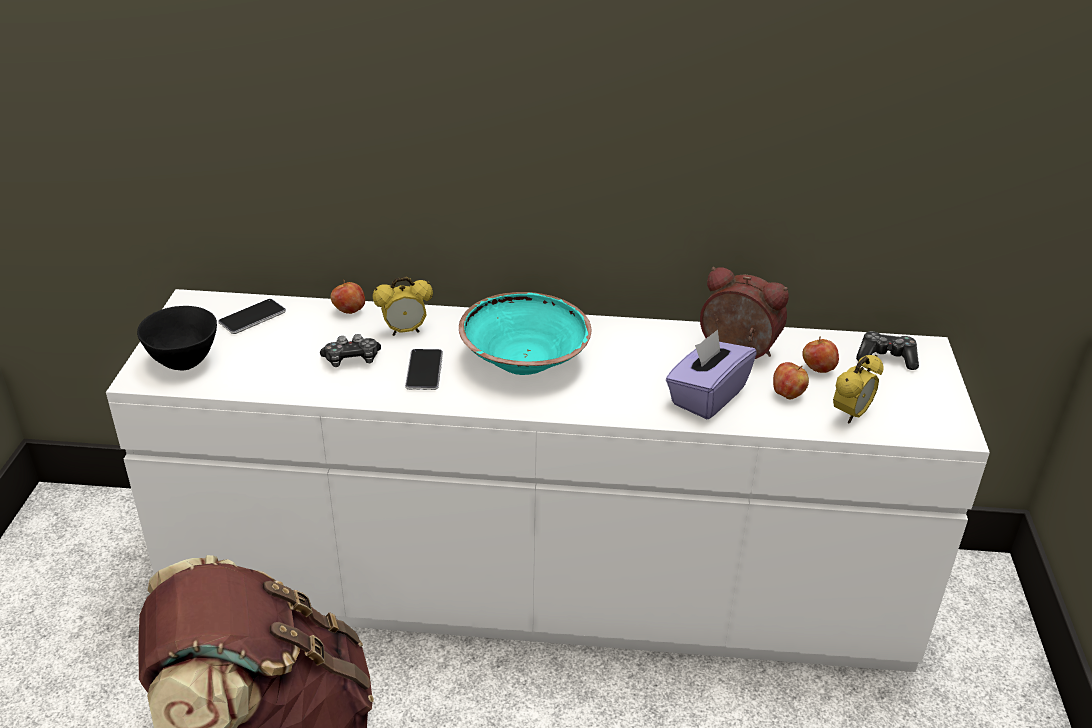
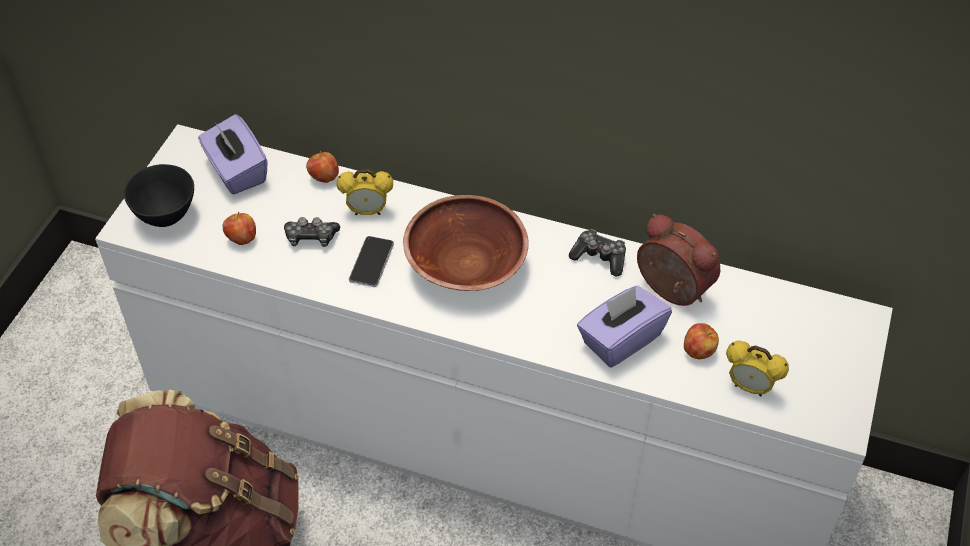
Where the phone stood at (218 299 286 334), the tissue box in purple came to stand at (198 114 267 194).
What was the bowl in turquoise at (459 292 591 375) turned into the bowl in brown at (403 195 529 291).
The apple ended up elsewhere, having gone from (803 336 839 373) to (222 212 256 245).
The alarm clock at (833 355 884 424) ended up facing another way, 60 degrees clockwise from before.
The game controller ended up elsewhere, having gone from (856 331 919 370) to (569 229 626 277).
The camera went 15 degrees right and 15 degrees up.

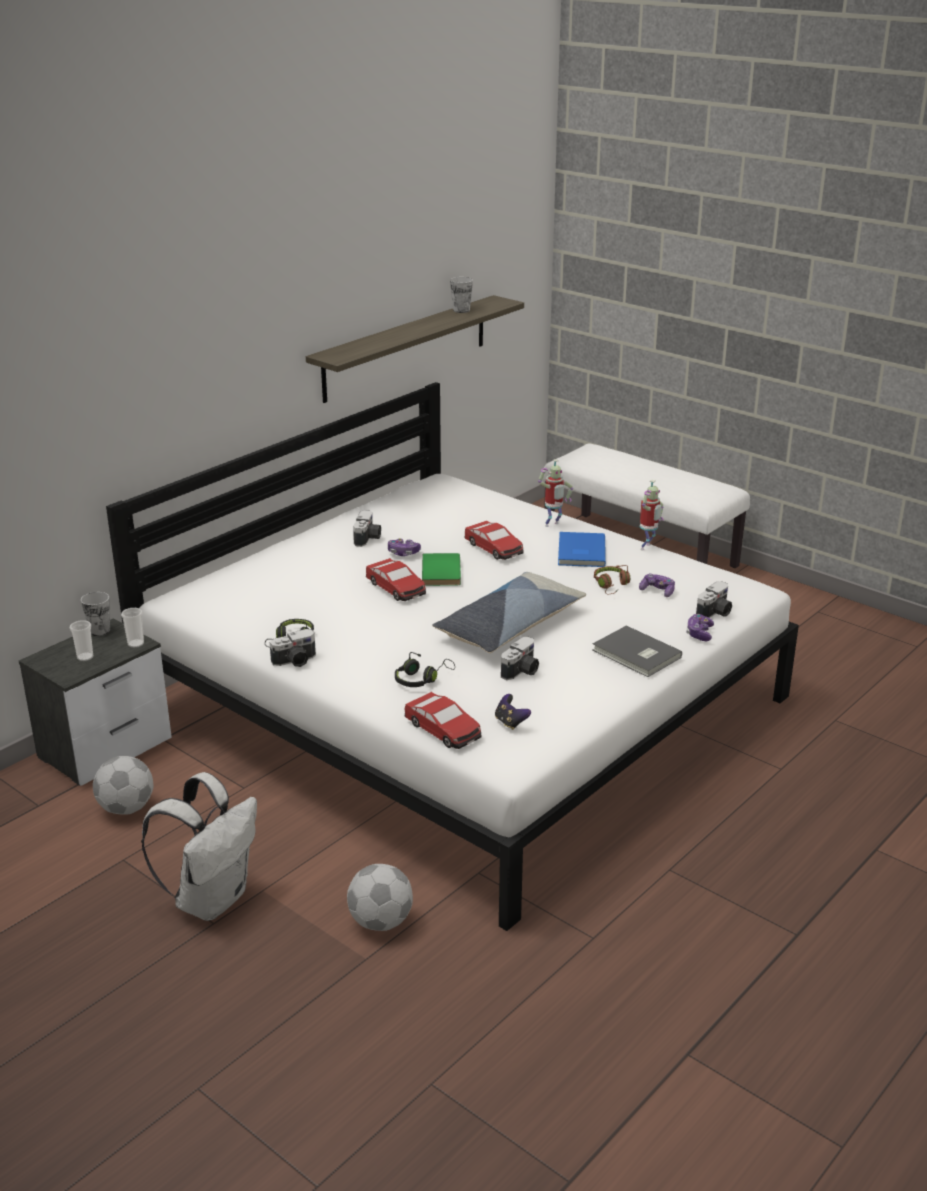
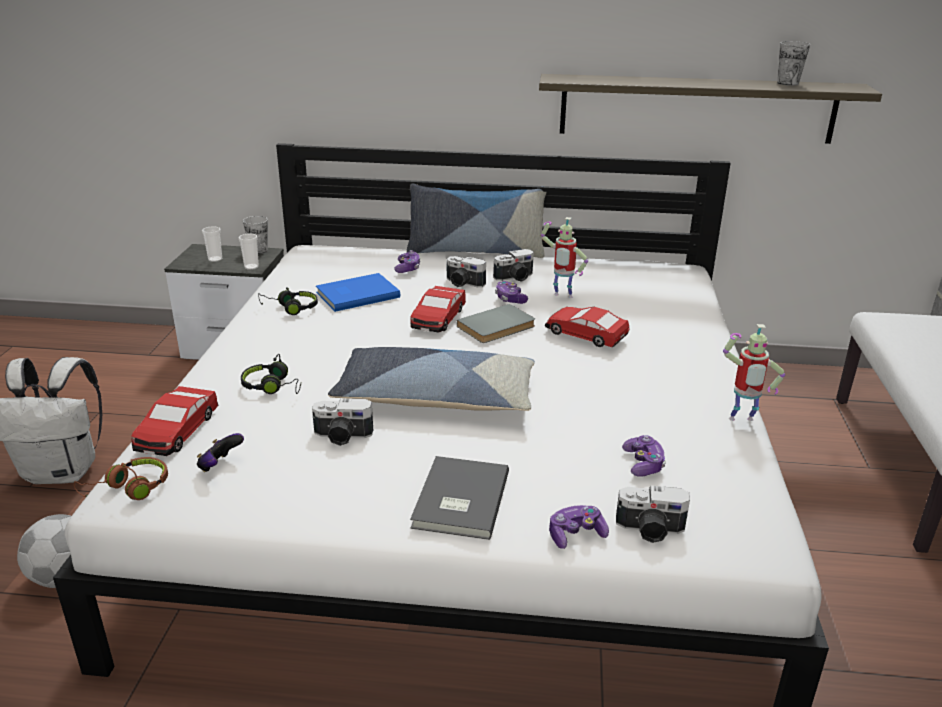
The second view lost the football at (93 756 154 815).
The photo camera ended up elsewhere, having gone from (270 629 316 667) to (446 256 486 287).
What was the book in green at (422 553 461 586) turned into the book in grey at (457 304 535 343).
The toy car at (464 521 523 560) ended up facing another way, 105 degrees clockwise from before.
The toy robot ended up elsewhere, having gone from (538 459 573 527) to (541 217 588 298).
The book in blue ended up elsewhere, having gone from (558 532 606 567) to (316 273 400 312).
The headphones in brown ended up elsewhere, having gone from (594 565 630 594) to (74 457 168 500).
The second view gained the game controller at (394 250 420 273).
The second view gained the pillow at (407 184 546 258).
The camera went 55 degrees right and 0 degrees up.

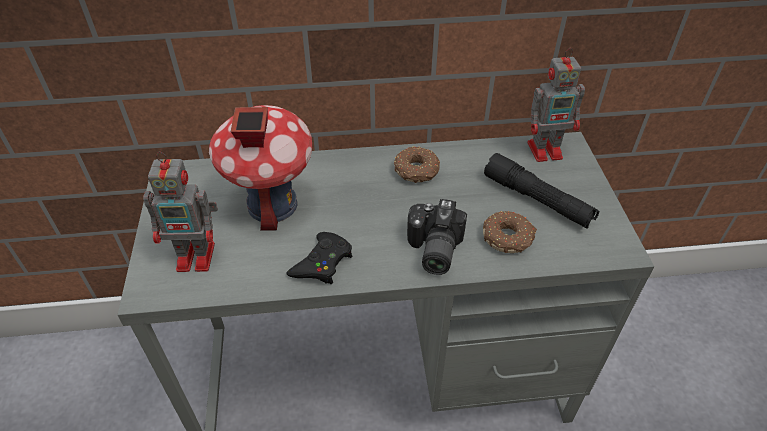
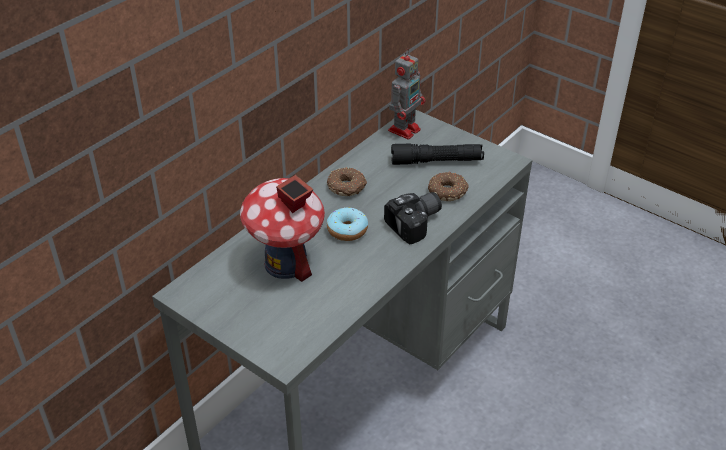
The second view lost the toy robot at (143 151 218 272).
The second view lost the game controller in black at (286 232 352 284).
The photo camera at (407 199 467 275) ended up facing another way, 90 degrees counterclockwise from before.
The second view gained the donut at (327 207 368 241).
The camera went 45 degrees left and 5 degrees down.

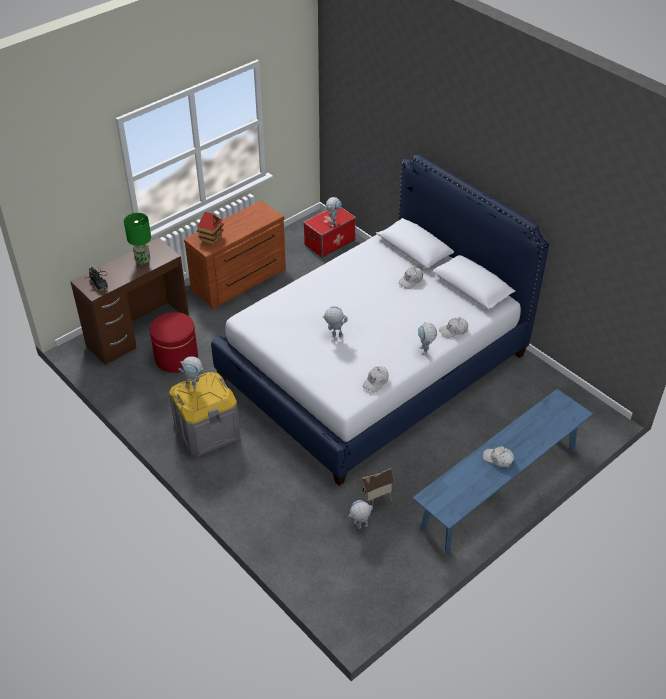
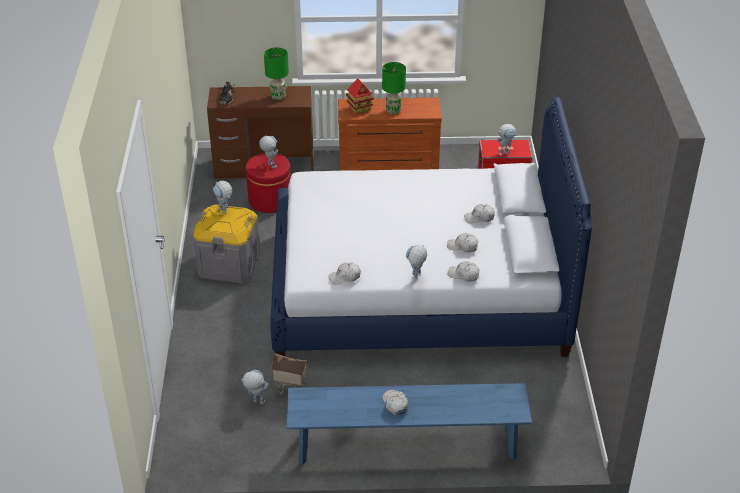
The toy robot ended up elsewhere, having gone from (322 306 348 337) to (259 136 278 168).
The second view gained the table lamp in green at (382 62 406 114).
The second view gained the cap in white at (447 233 478 252).
The camera went 40 degrees right and 5 degrees down.

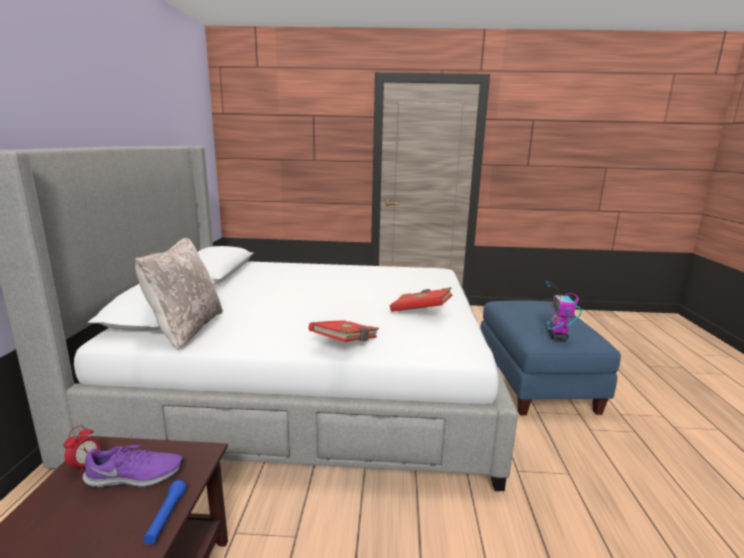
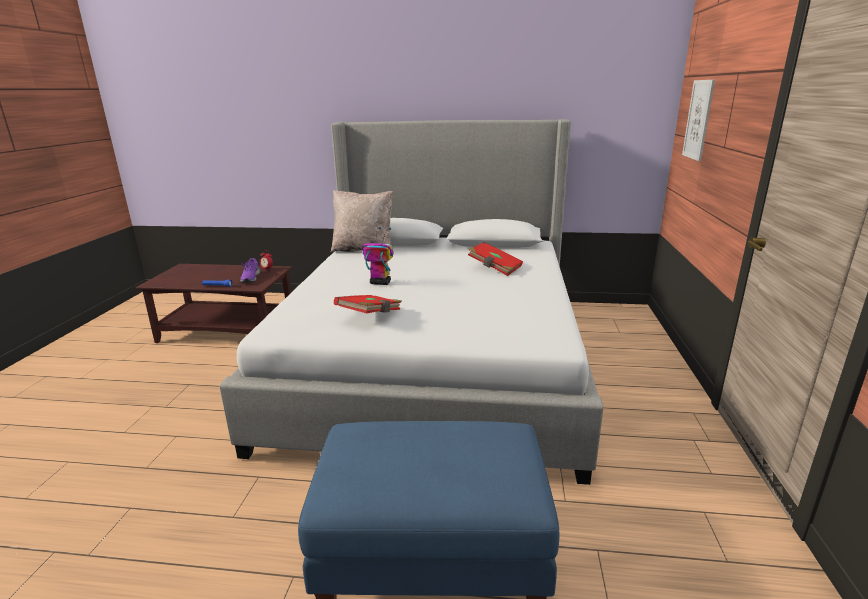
The book in red ended up elsewhere, having gone from (309 320 379 342) to (468 242 523 276).
The toy robot ended up elsewhere, having gone from (545 281 582 340) to (363 227 394 285).
The second view gained the picture at (682 80 715 161).
The camera went 95 degrees right and 5 degrees up.

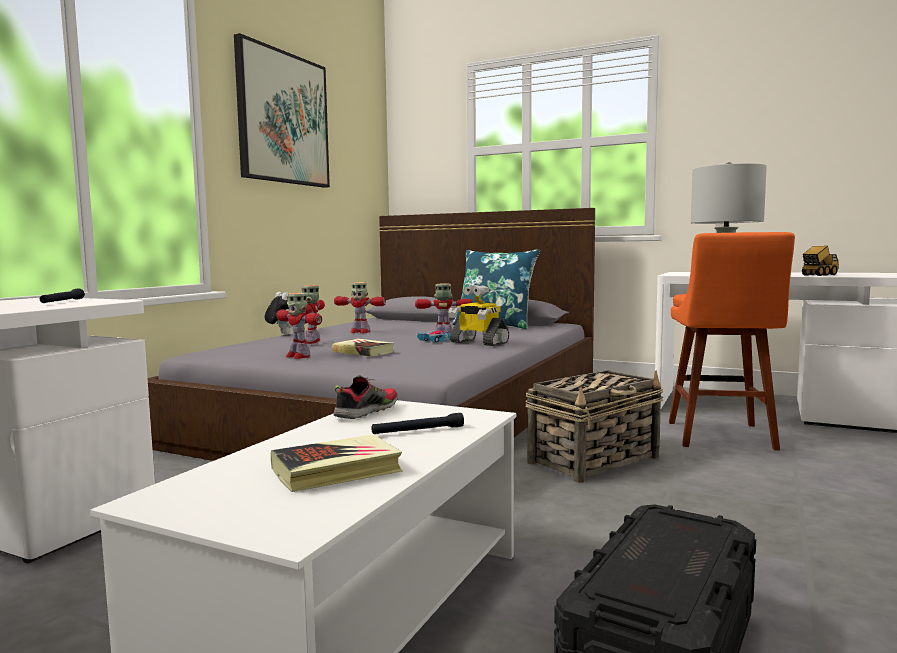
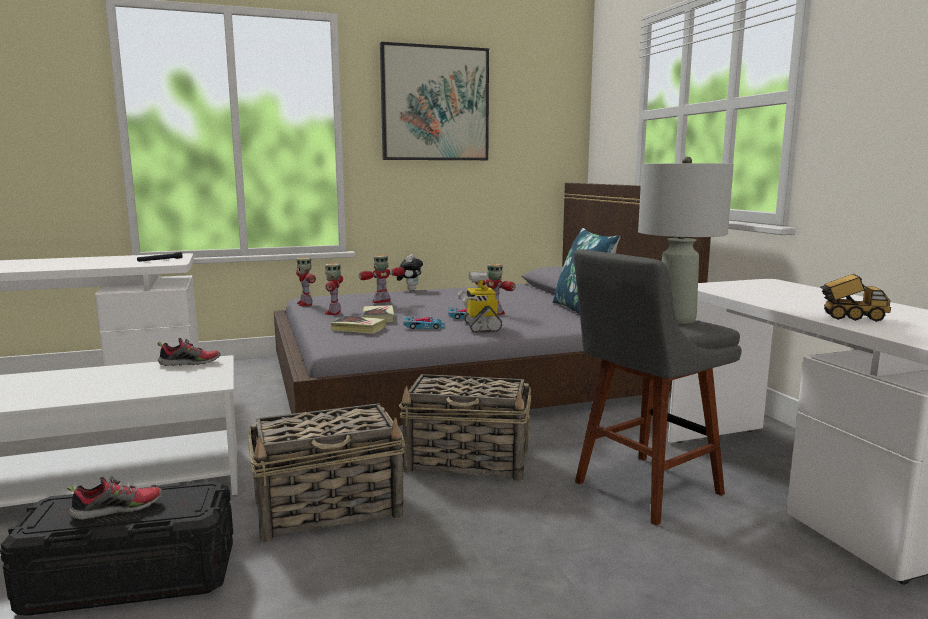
The book ended up elsewhere, having gone from (271 435 403 492) to (330 316 387 334).
The toy robot ended up elsewhere, having gone from (334 282 386 333) to (296 257 316 306).
The second view lost the flashlight in black at (371 413 464 434).
What was the stool in orange at (669 232 795 451) turned into the stool in grey at (574 249 742 526).
The second view gained the shoe at (67 476 163 520).
The second view gained the basket at (248 403 407 542).
The second view gained the toy car at (403 316 445 329).
The camera went 45 degrees right and 5 degrees up.

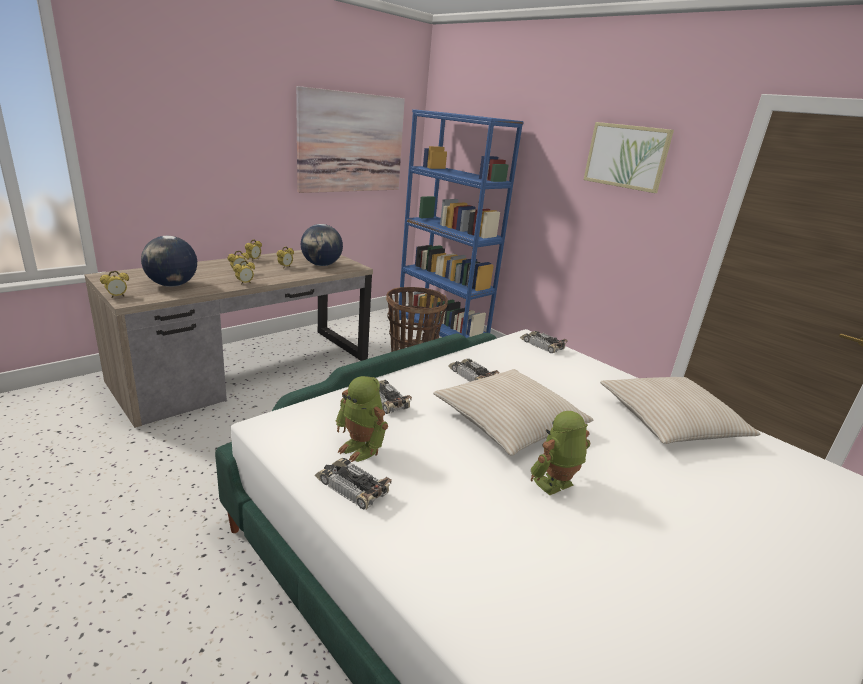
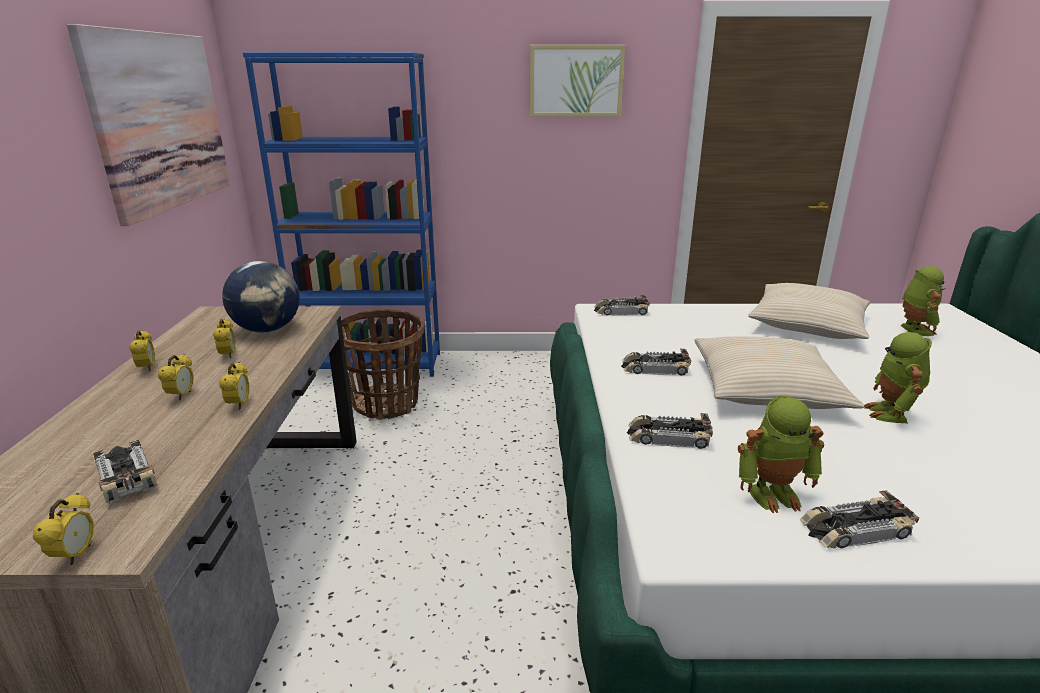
Where the globe stood at (141 236 197 287), the toy car came to stand at (93 439 157 503).
The second view gained the toy robot at (900 266 946 336).
The camera went 45 degrees left and 0 degrees up.

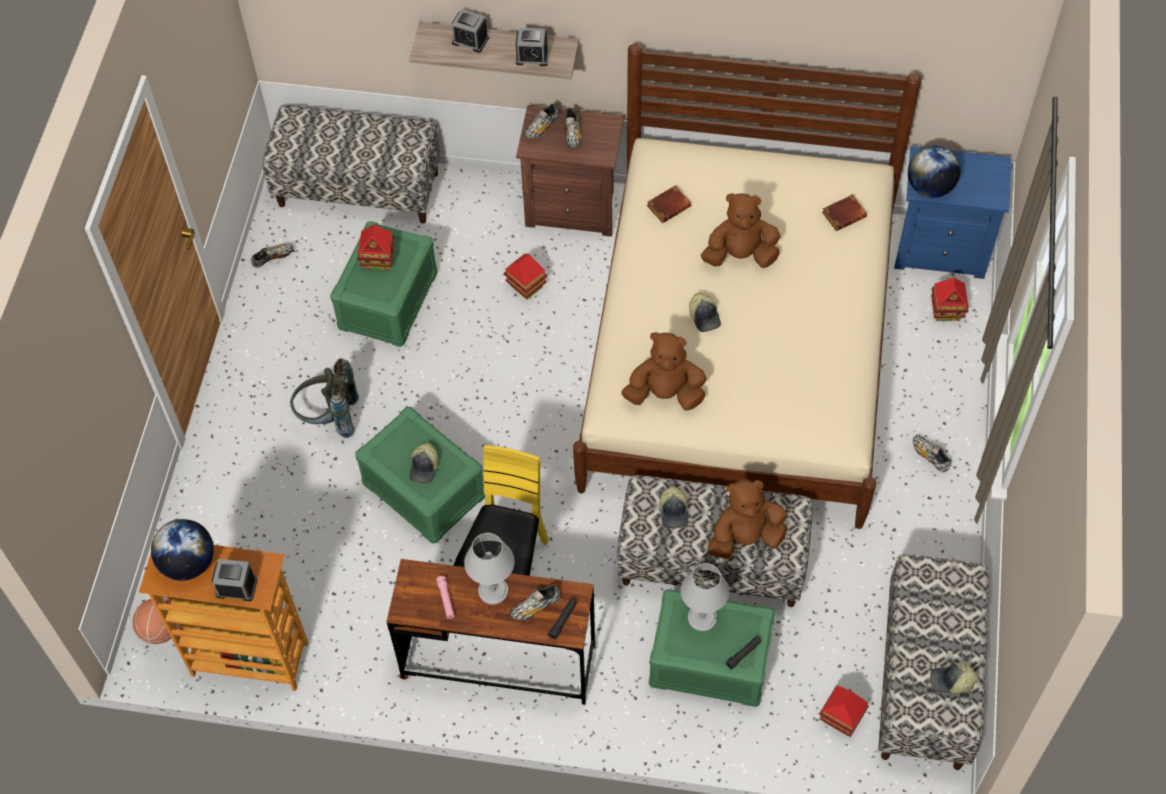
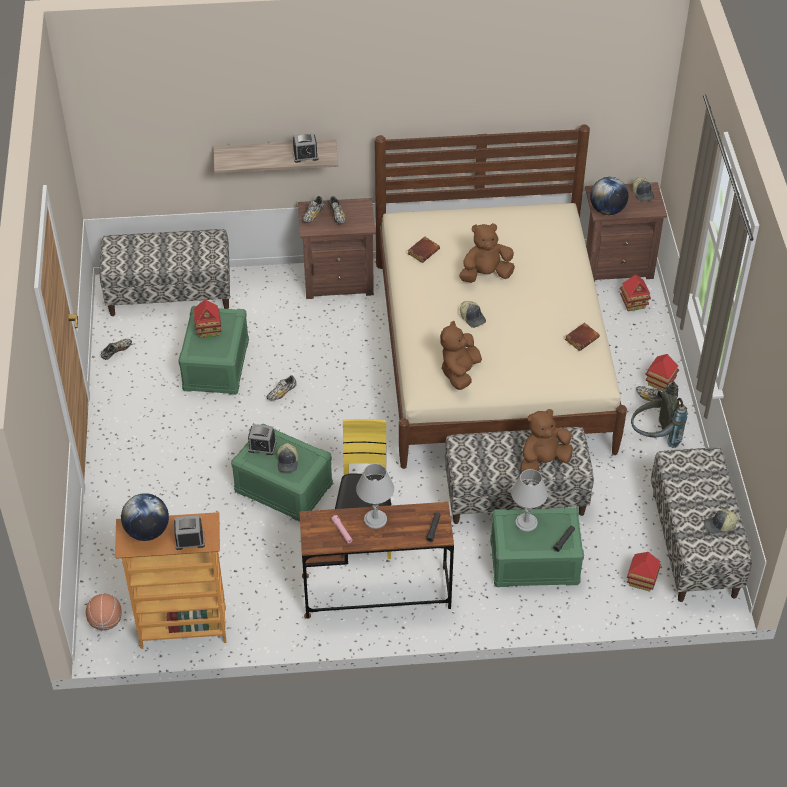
The backpack in grey ended up elsewhere, having gone from (290 358 359 438) to (631 381 687 448).
The alarm clock ended up elsewhere, having gone from (452 9 489 53) to (248 424 277 455).
The toy house ended up elsewhere, having gone from (504 254 547 300) to (645 354 679 391).
The shoe ended up elsewhere, having gone from (510 584 560 620) to (267 375 297 400).
The plush toy in brown at (621 332 706 411) ended up facing another way, 60 degrees counterclockwise from before.
The cap ended up elsewhere, having gone from (660 486 688 528) to (633 177 654 202).
The book in brown ended up elsewhere, having gone from (822 194 867 231) to (565 323 600 351).
What was the nightstand in blue at (894 146 1011 279) turned into the nightstand in brown at (585 182 667 282).
The camera went 15 degrees left and 10 degrees down.

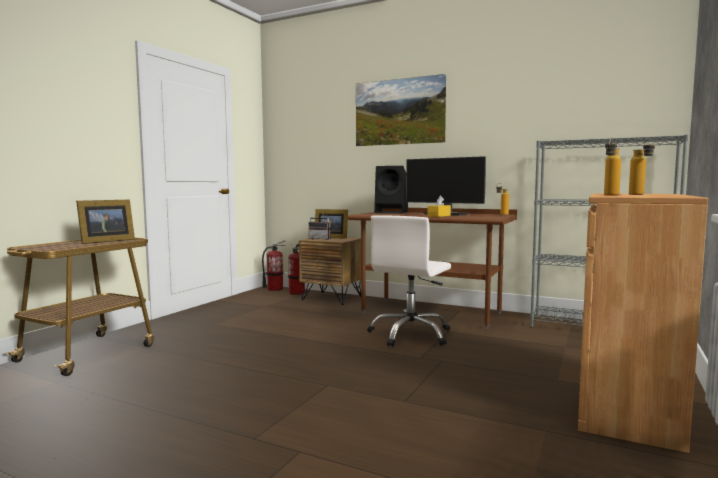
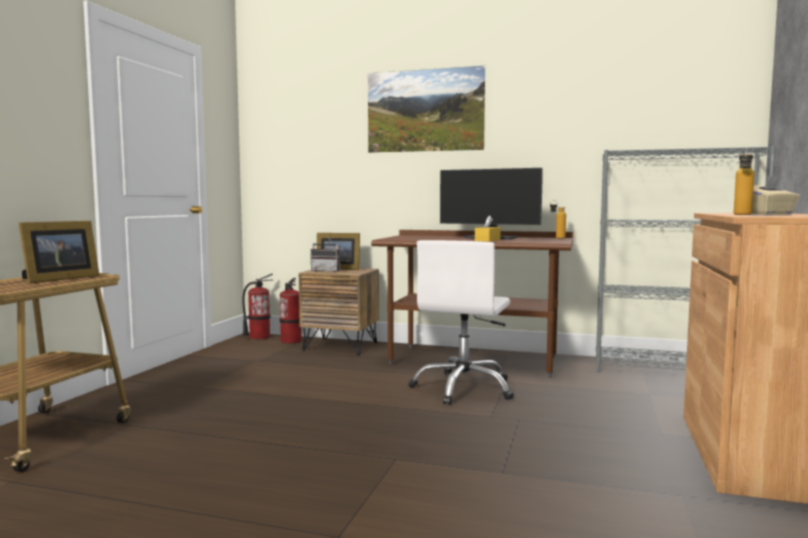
The second view lost the speaker in black at (374 166 408 214).
Where the bottle stood at (629 139 655 195), the tissue box in beige came to stand at (752 176 800 215).
The camera went 10 degrees left and 0 degrees up.

